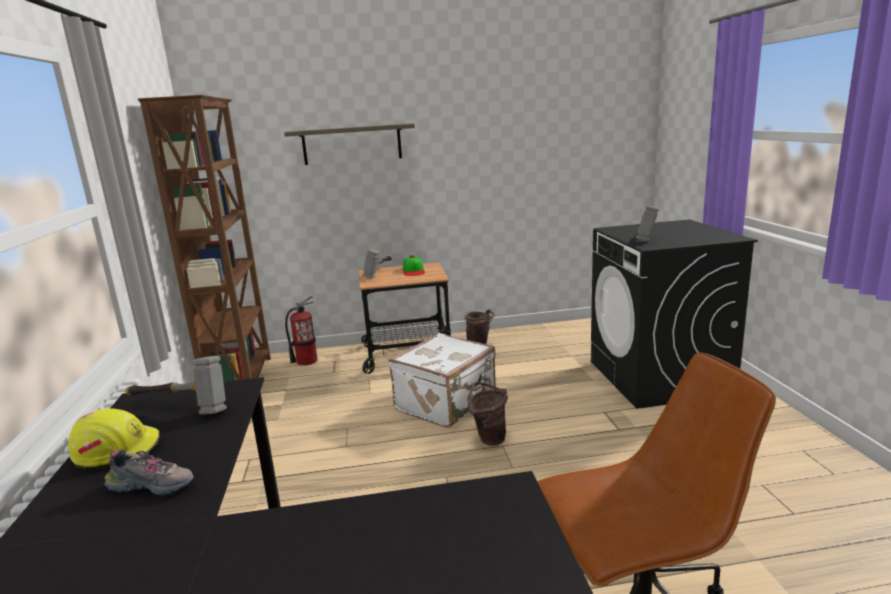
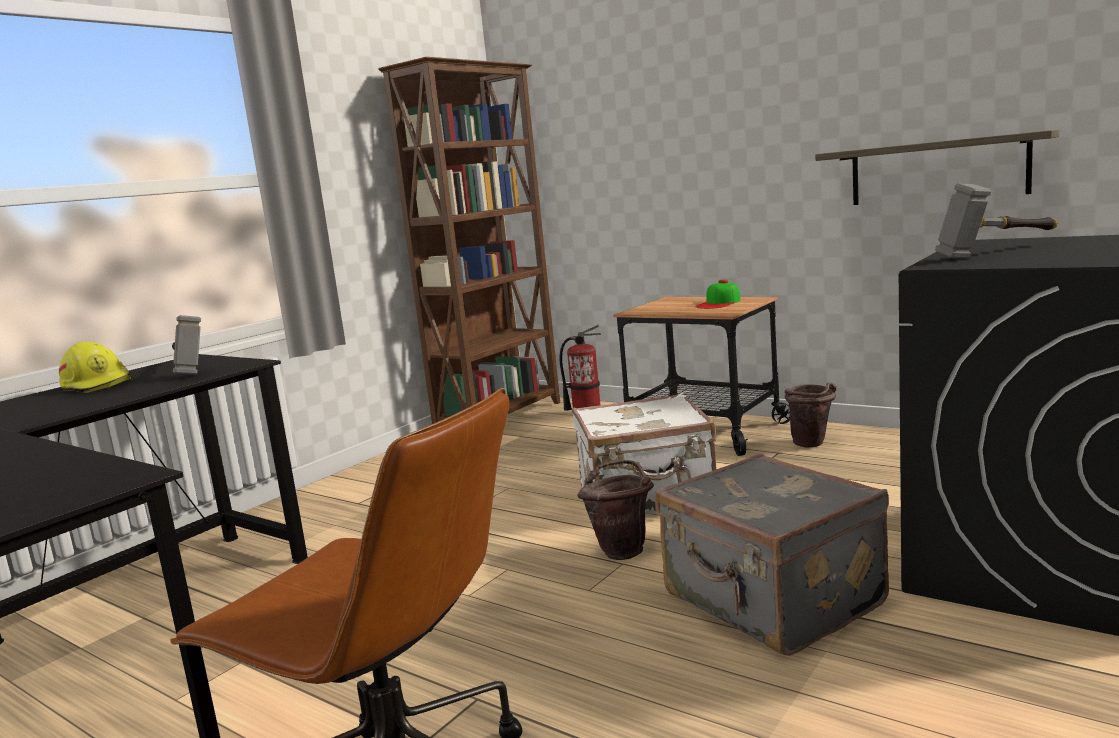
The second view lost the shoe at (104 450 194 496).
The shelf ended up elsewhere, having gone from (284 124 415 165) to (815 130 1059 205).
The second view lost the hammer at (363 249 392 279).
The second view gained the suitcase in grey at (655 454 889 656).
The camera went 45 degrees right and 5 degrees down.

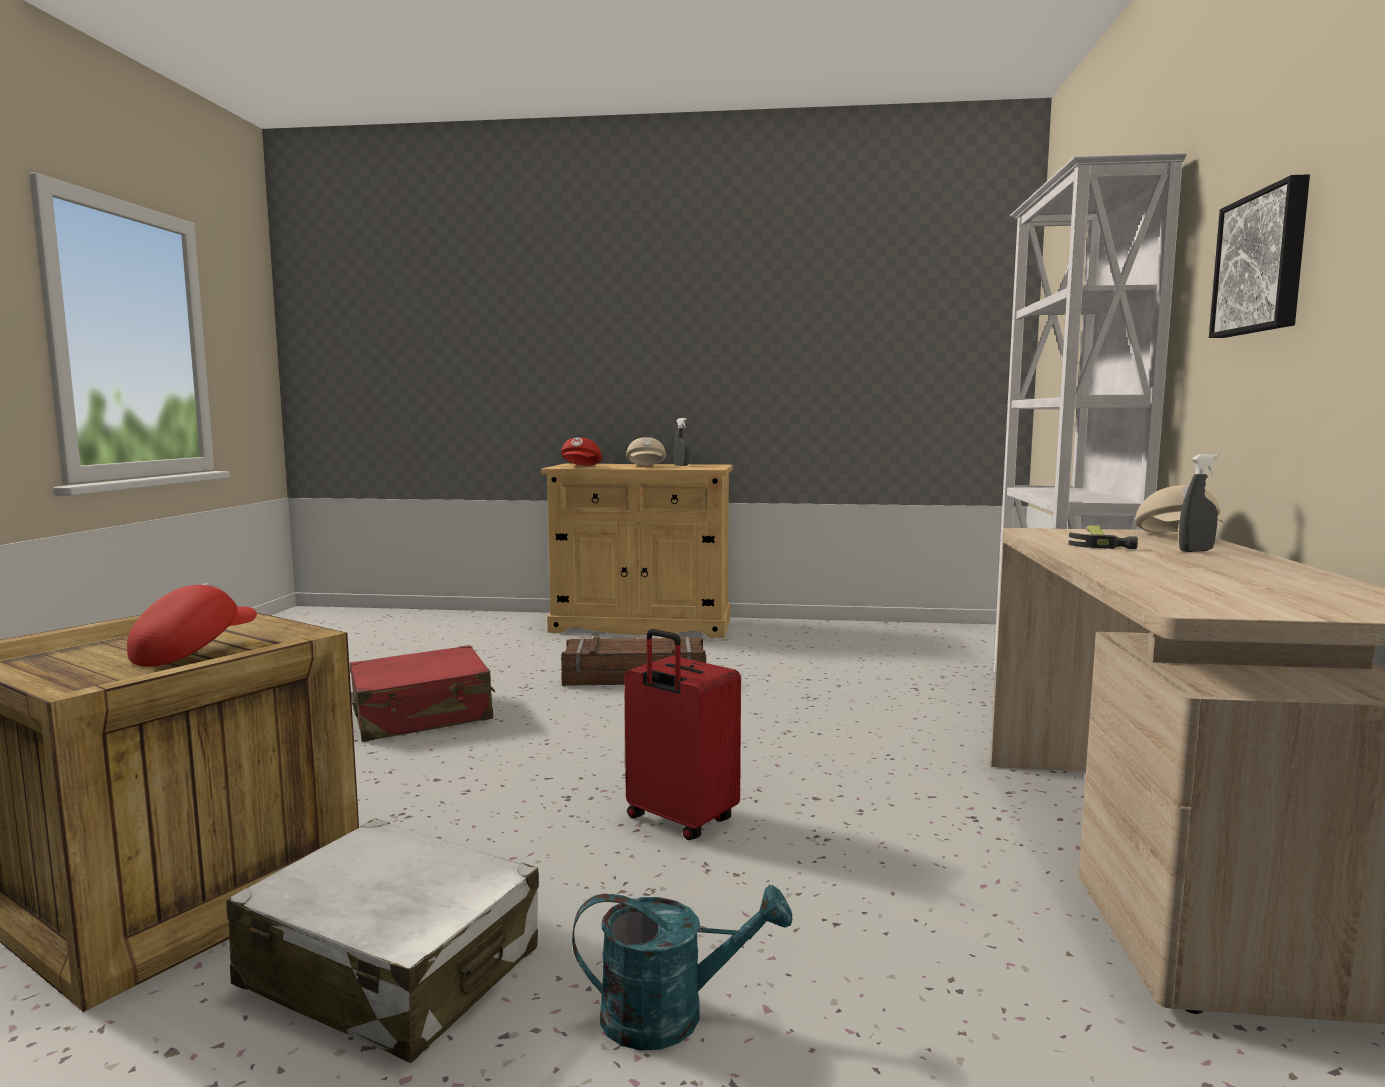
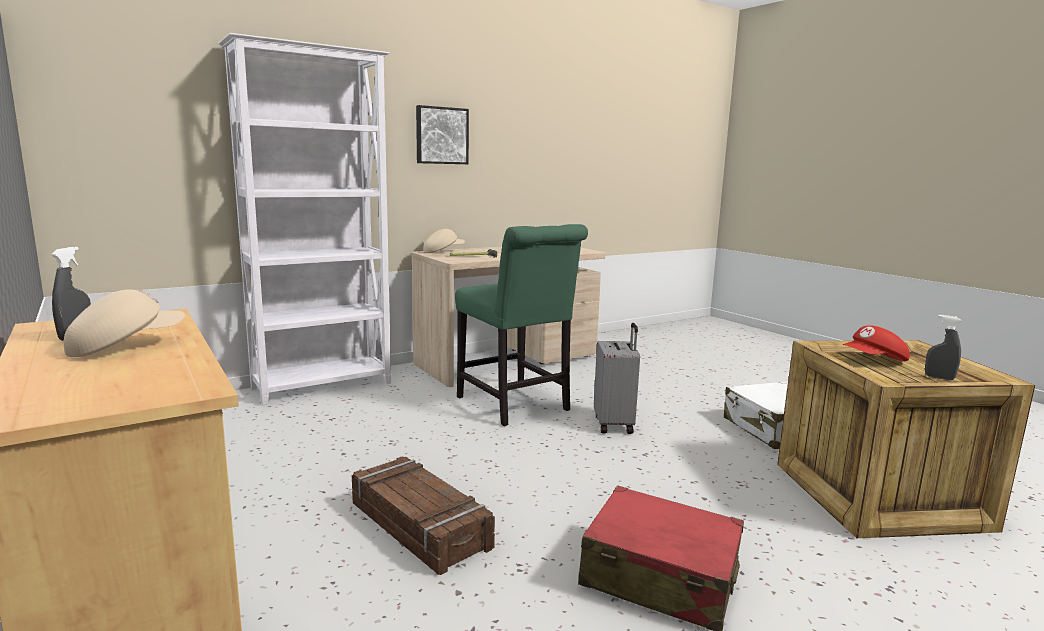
The second view lost the cap in red at (561 437 602 466).
The second view lost the watering can in turquoise at (572 885 792 1050).
What was the suitcase in red at (624 629 741 840) turned into the suitcase in grey at (594 323 640 434).
The spray bottle in grey ended up elsewhere, having gone from (1179 454 1218 552) to (925 315 961 380).
The second view gained the chair in green at (455 224 588 426).
The camera went 130 degrees left and 5 degrees up.

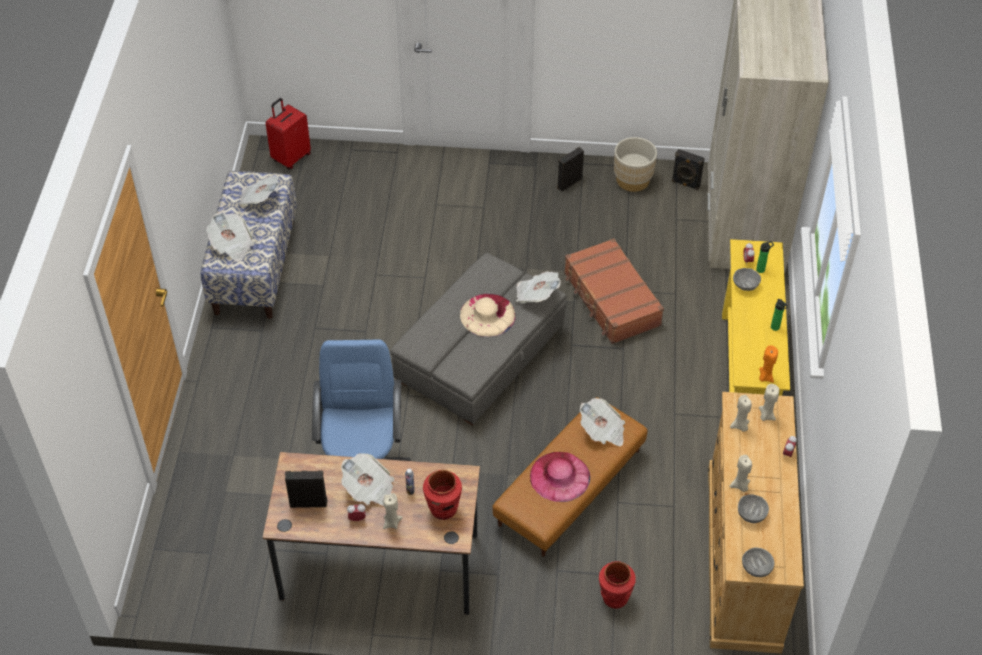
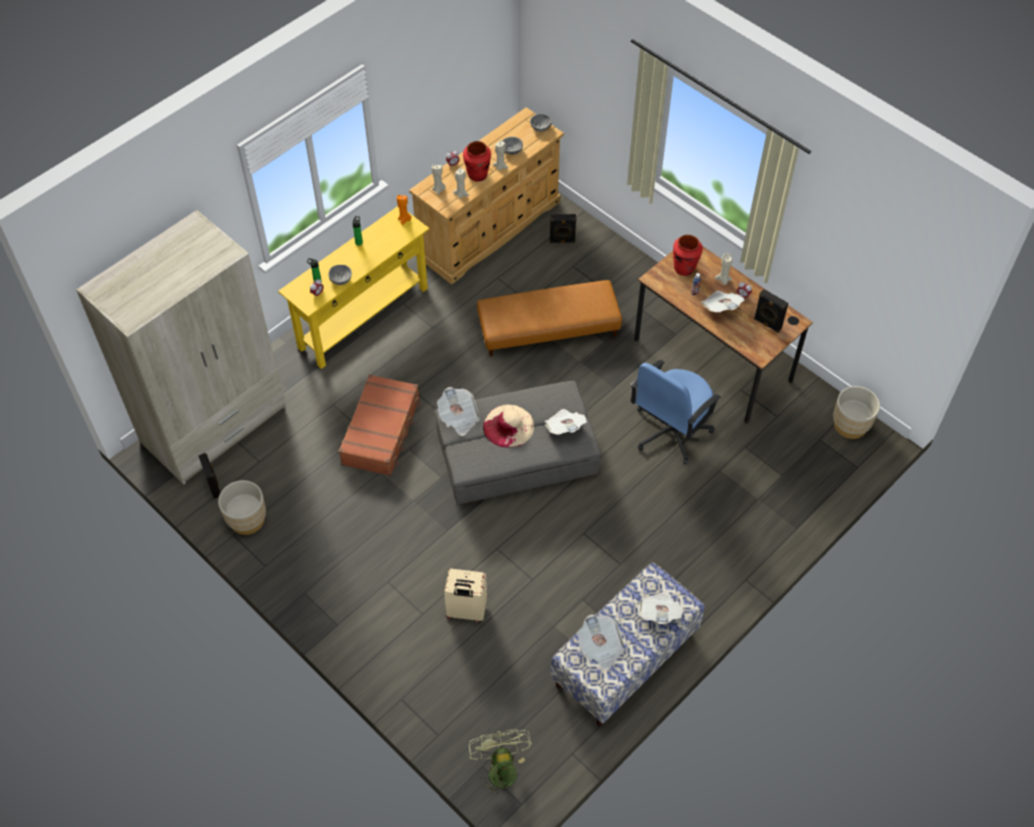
Where the suitcase in red stood at (266 98 311 170), the fan in green came to stand at (469 729 532 797).
The second view lost the hat in pink at (530 452 590 502).
The speaker in black ended up elsewhere, having gone from (557 147 584 191) to (550 214 577 243).
The newspaper ended up elsewhere, having gone from (580 398 625 446) to (544 409 587 435).
The vase in red ended up elsewhere, having gone from (599 561 636 609) to (463 141 491 182).
The second view gained the suitcase in beige at (444 569 487 622).
The second view gained the planter in beige at (833 386 880 439).
The camera went 140 degrees left and 5 degrees up.

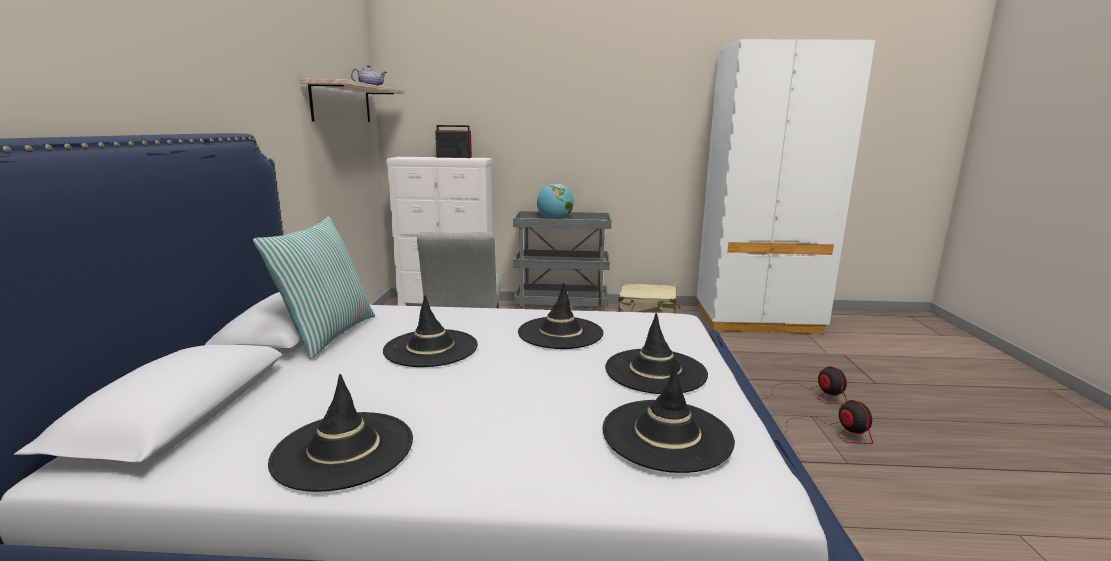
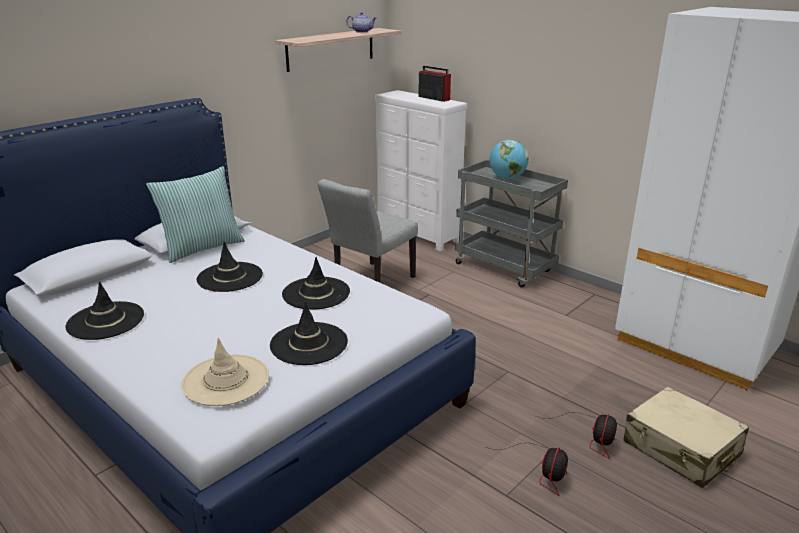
What was the hat in black at (602 365 735 473) turned into the hat in beige at (181 338 269 406).
The suitcase in beige ended up elsewhere, having gone from (618 283 680 313) to (624 387 749 488).
The camera went 40 degrees right and 10 degrees up.

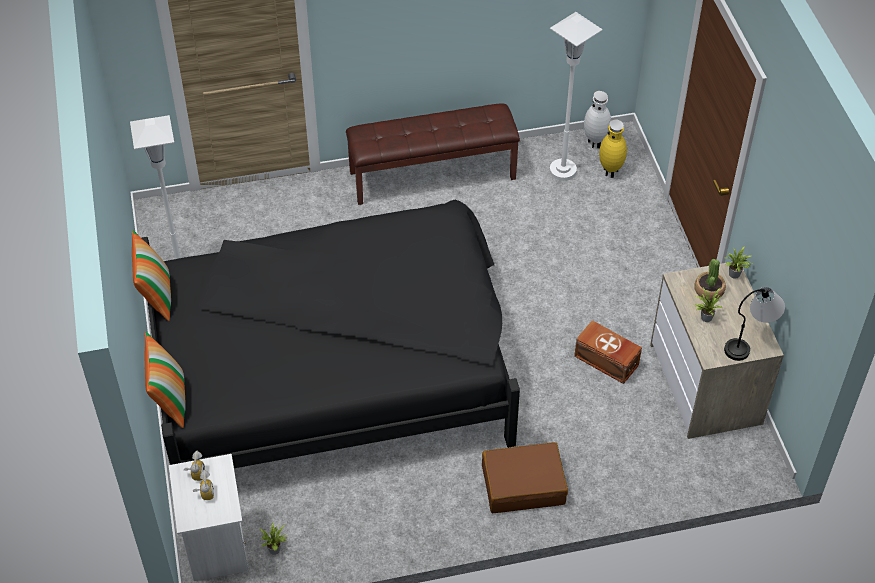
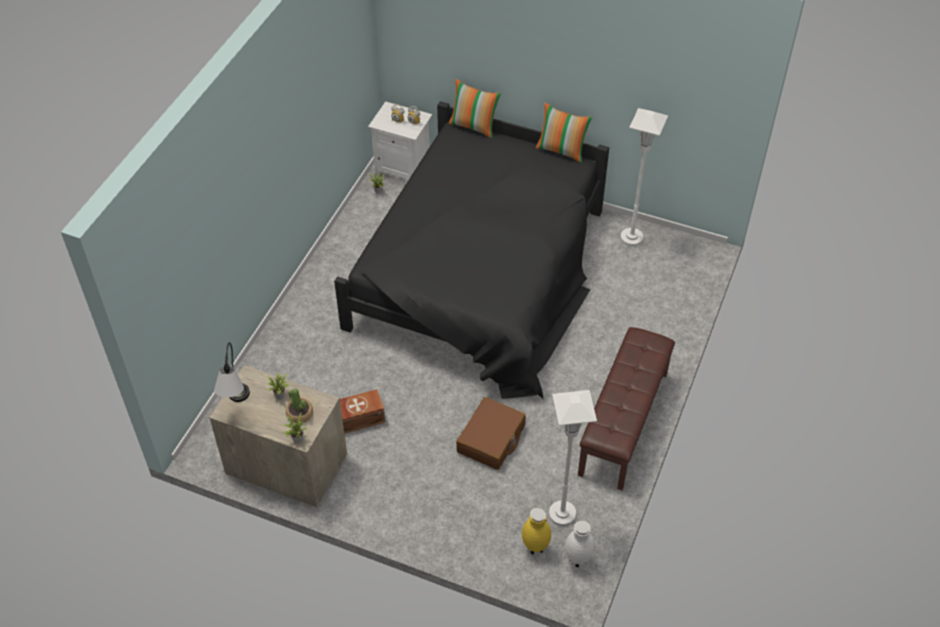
The suitcase in brown ended up elsewhere, having gone from (482 442 568 513) to (456 397 526 470).
The camera went 125 degrees right and 0 degrees up.

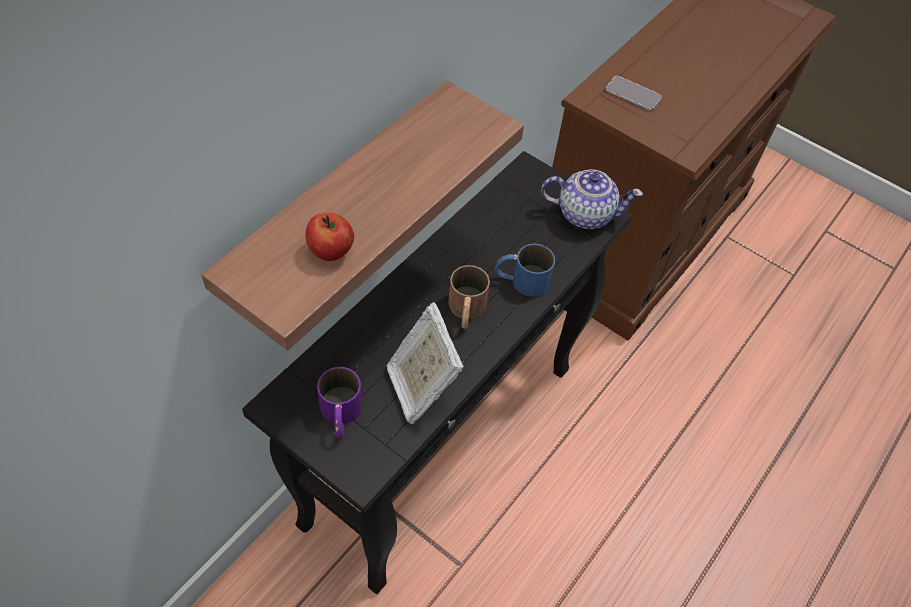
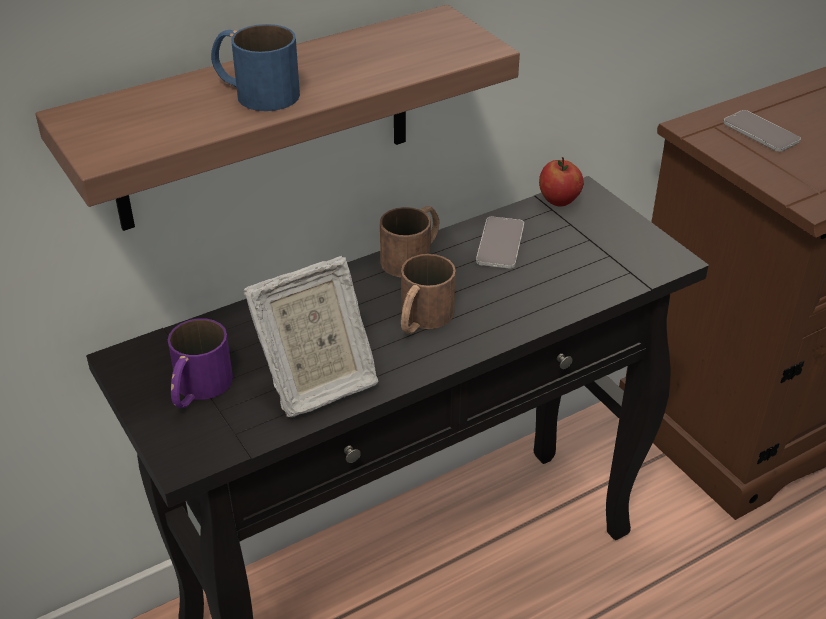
The apple ended up elsewhere, having gone from (305 212 354 261) to (539 157 584 206).
The picture frame at (386 302 464 424) ended up facing another way, 120 degrees counterclockwise from before.
The mug in blue ended up elsewhere, having gone from (495 244 555 297) to (211 24 300 111).
The second view lost the teapot at (541 169 643 229).
The second view gained the mug in brown at (380 206 439 277).
The second view gained the phone at (476 217 524 269).
The camera went 25 degrees right and 15 degrees down.

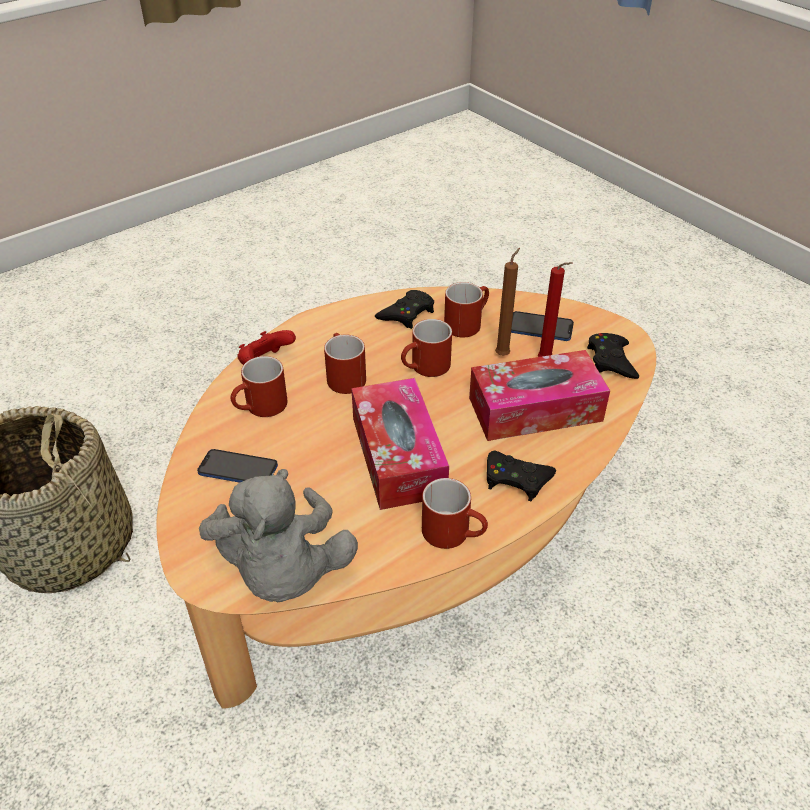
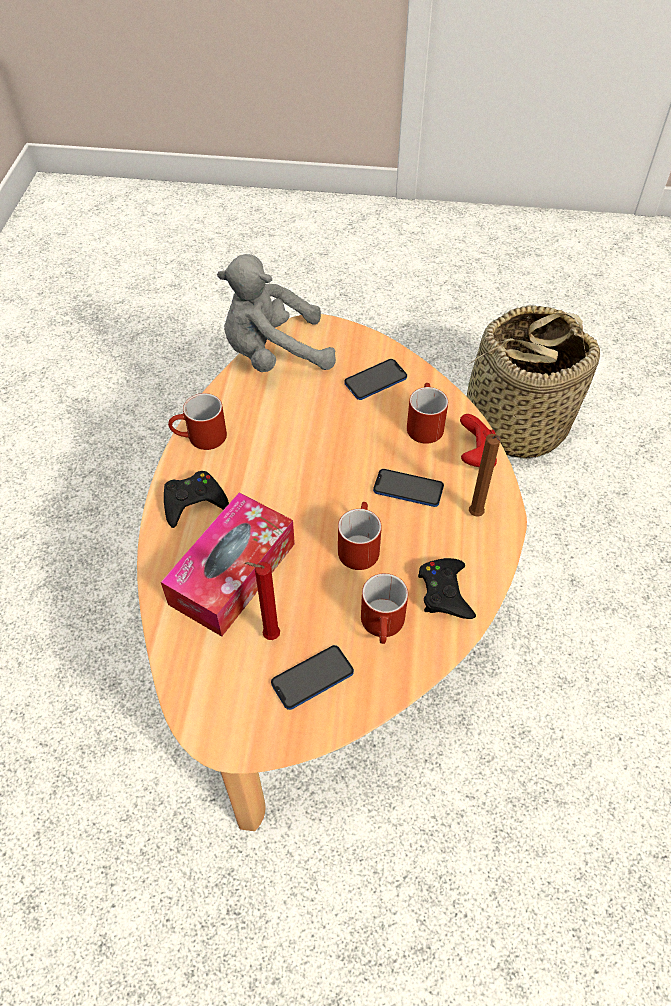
The plush toy in grey at (199 469 358 602) ended up facing another way, 45 degrees counterclockwise from before.
Where the mug in red stood at (324 333 366 394), the phone came to stand at (373 469 444 507).
The second view lost the tissue box at (351 378 449 510).
The candle in brown ended up elsewhere, having gone from (495 248 520 356) to (469 434 500 517).
The second view lost the game controller in black at (587 333 639 379).
The camera went 135 degrees right and 10 degrees up.

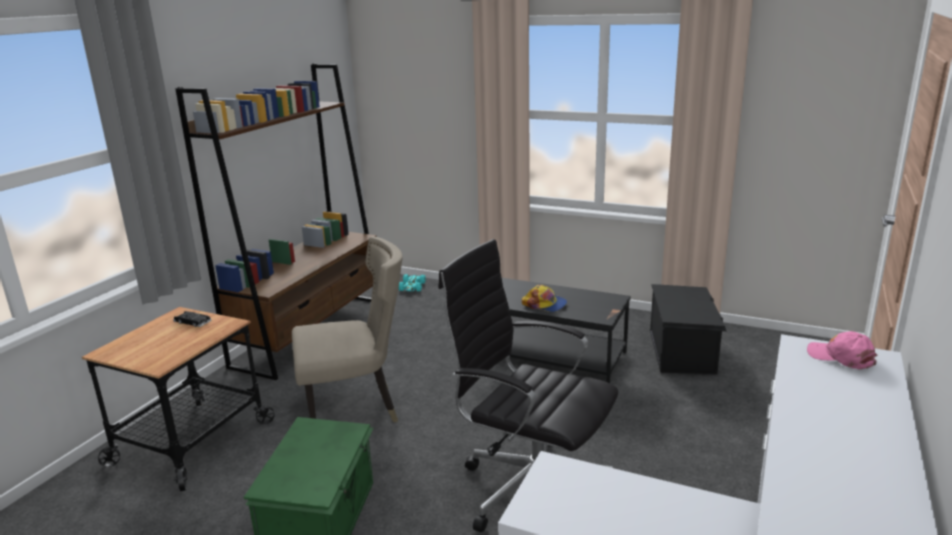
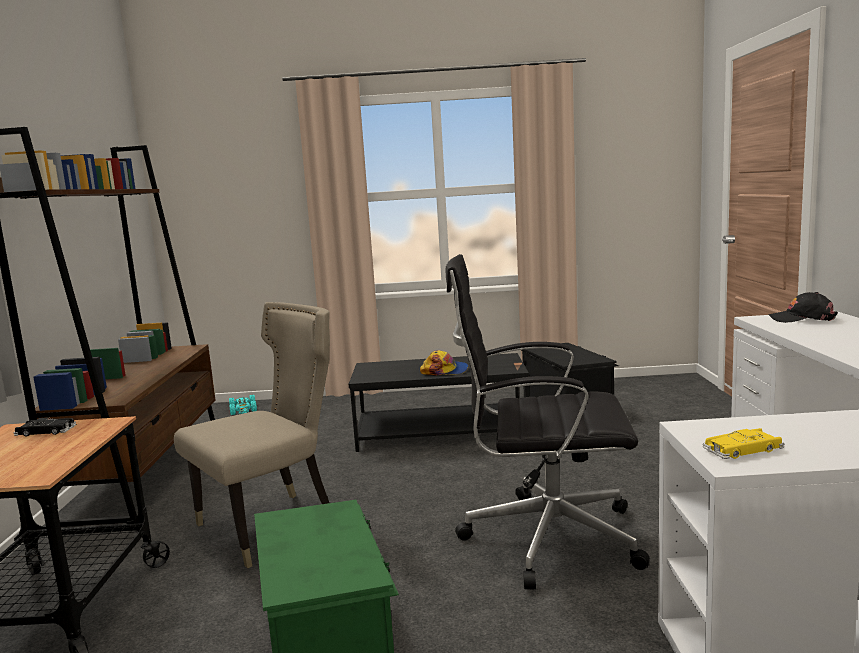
What was the cap in pink at (807 331 877 370) turned into the cap in black at (769 292 838 323).
The second view gained the toy car in yellow at (703 428 784 459).
The camera went 25 degrees left and 10 degrees down.

